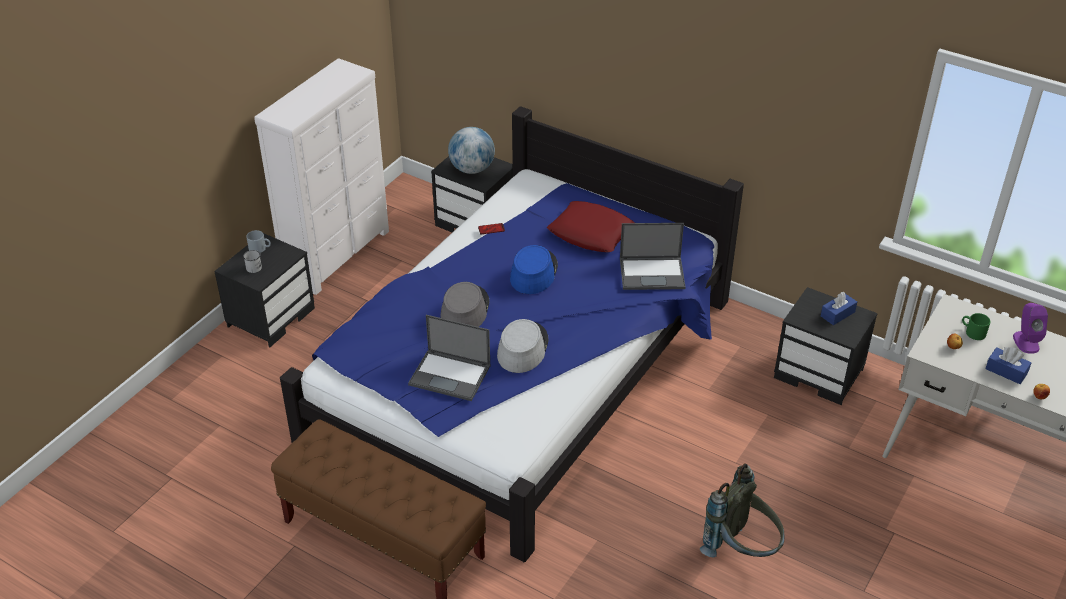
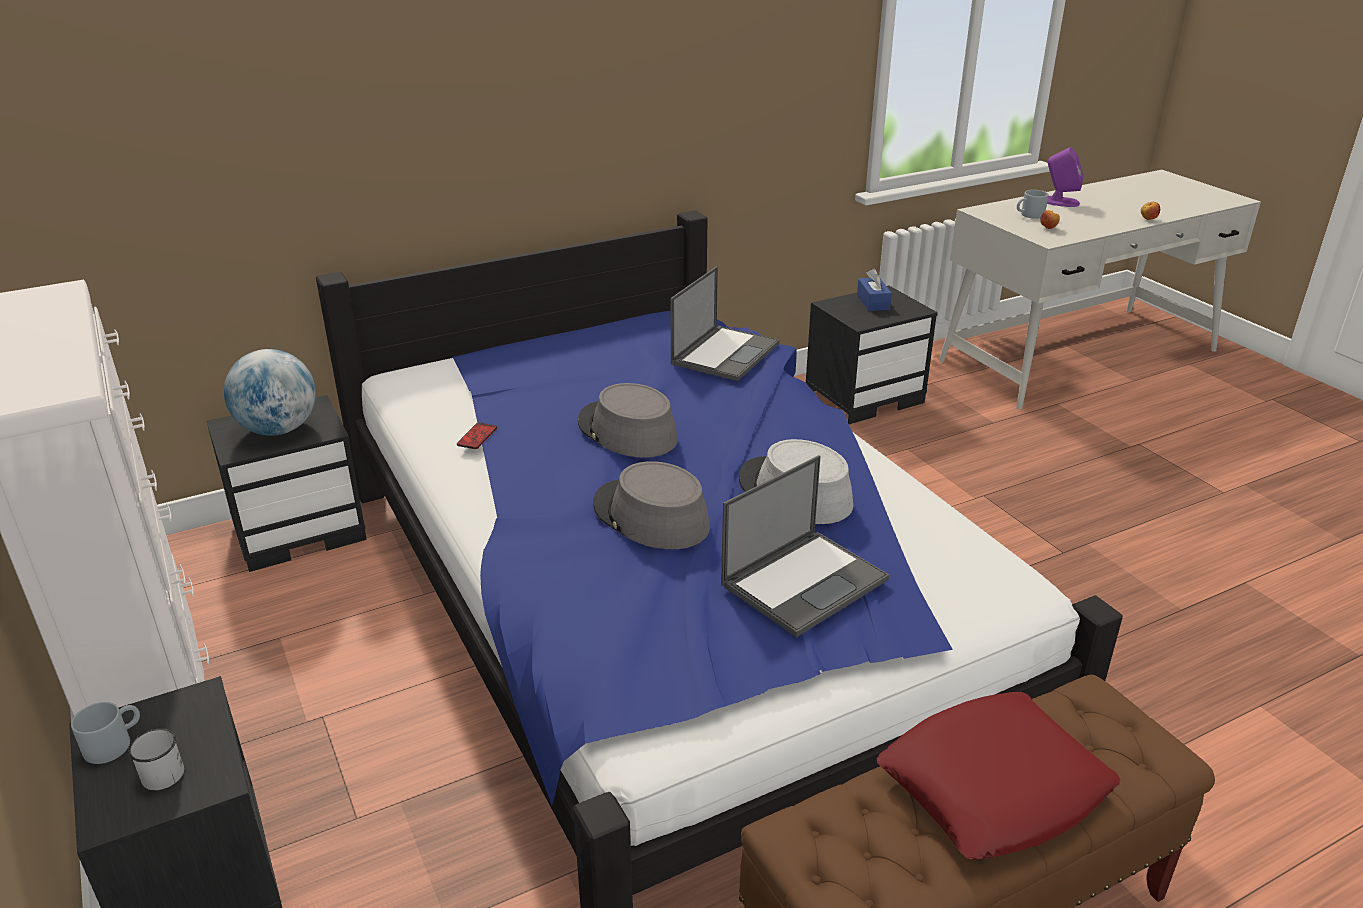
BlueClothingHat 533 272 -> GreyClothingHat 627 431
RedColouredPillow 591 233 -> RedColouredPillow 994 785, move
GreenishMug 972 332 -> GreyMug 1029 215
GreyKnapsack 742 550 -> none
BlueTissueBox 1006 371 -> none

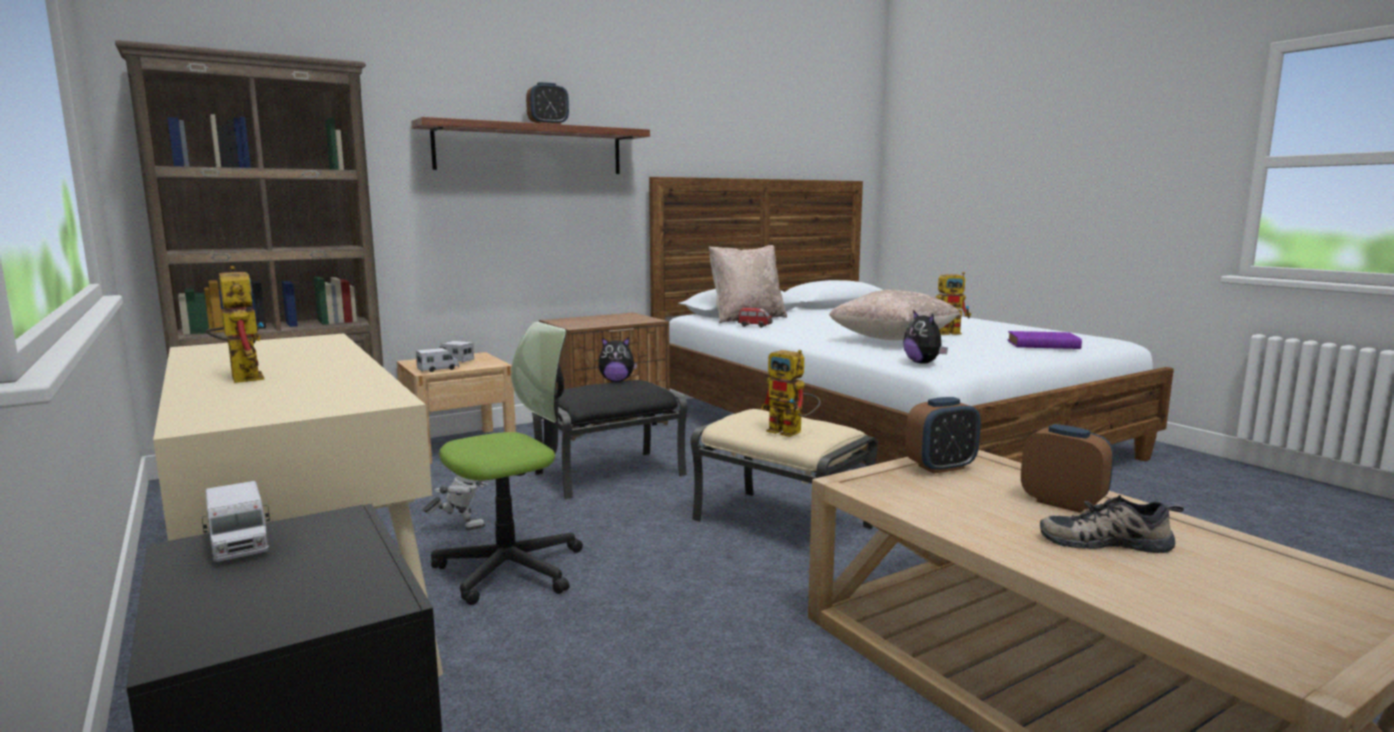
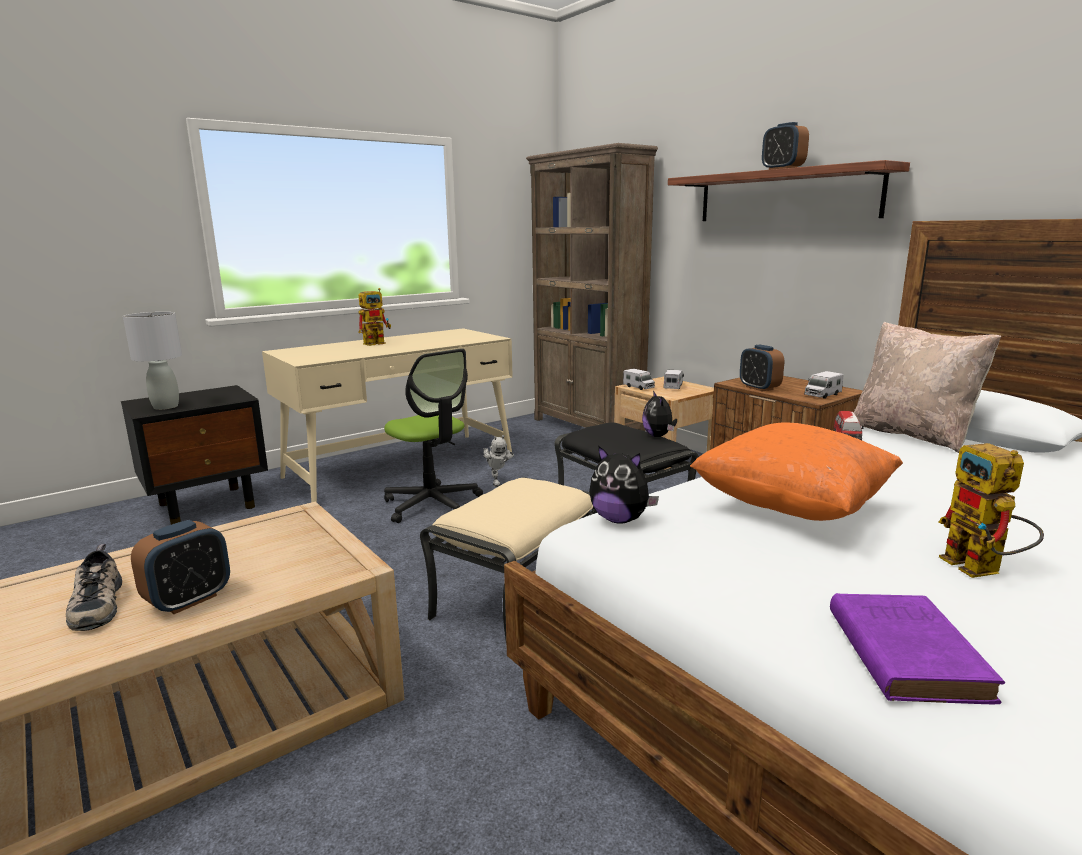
LowShoe 1105 541 -> LowShoe 95 604, 150 degrees clockwise
none -> GreyTableLamp 165 407
SoftToy 923 363 -> SoftToy 620 519, 120 degrees counterclockwise
SandColouredPillow 892 340 -> OrangePillow 792 508
BedsideClock 941 467 -> BedsideClock 759 388, move
ToyTruck 239 544 -> ToyTruck 822 395, move
ModelRobot 792 432 -> none

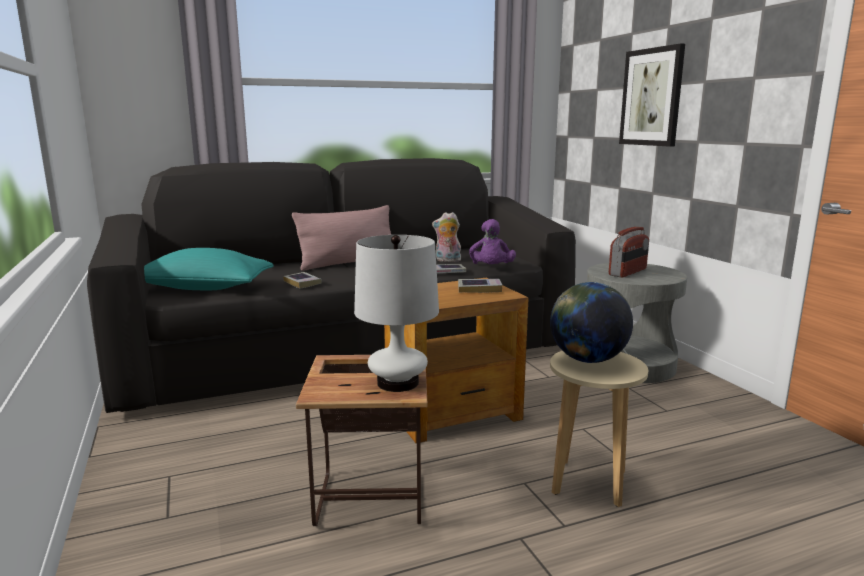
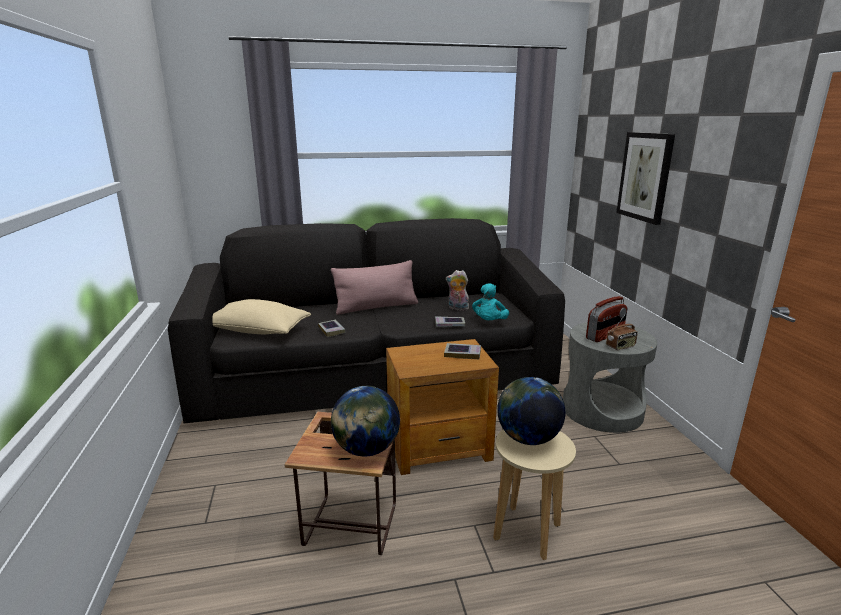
BlueGreenPillow 203 289 -> SandColouredPillow 257 331
WhiteTableLamp 398 383 -> WorldGlobe 366 450
PurpleSoftToy 491 269 -> BlueGreenSoftToy 489 322
none -> Radio 620 346

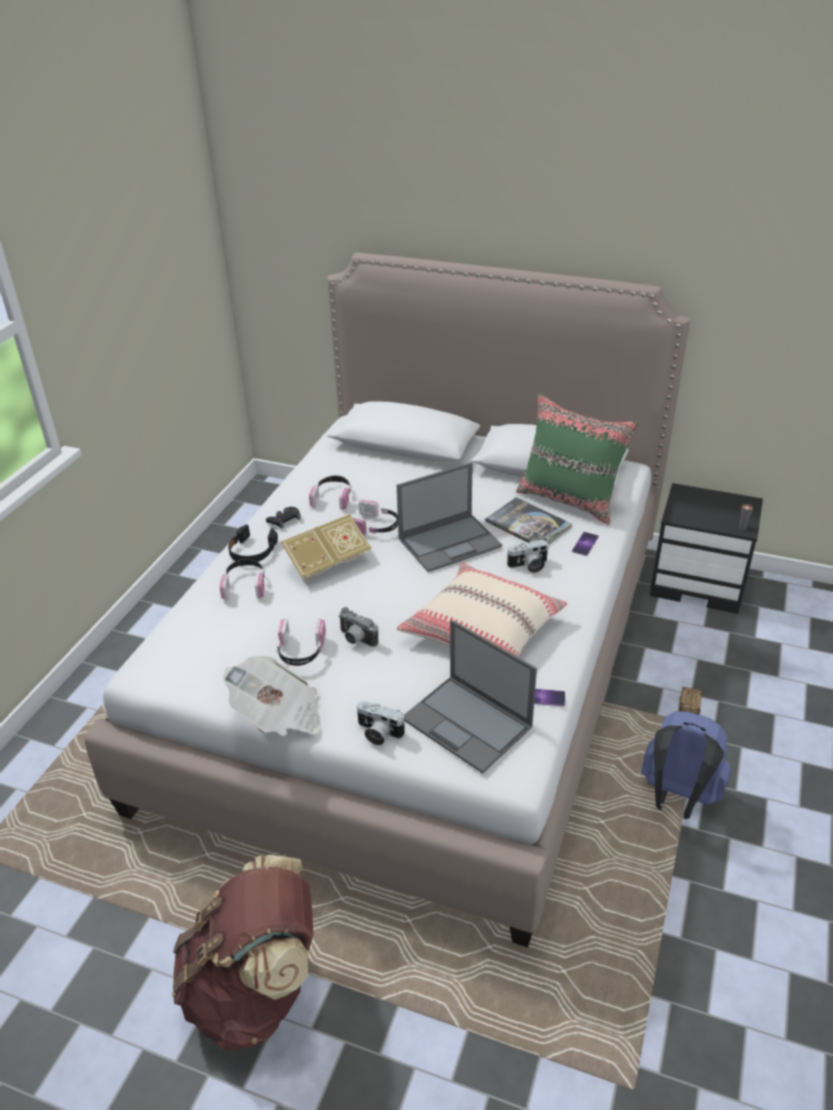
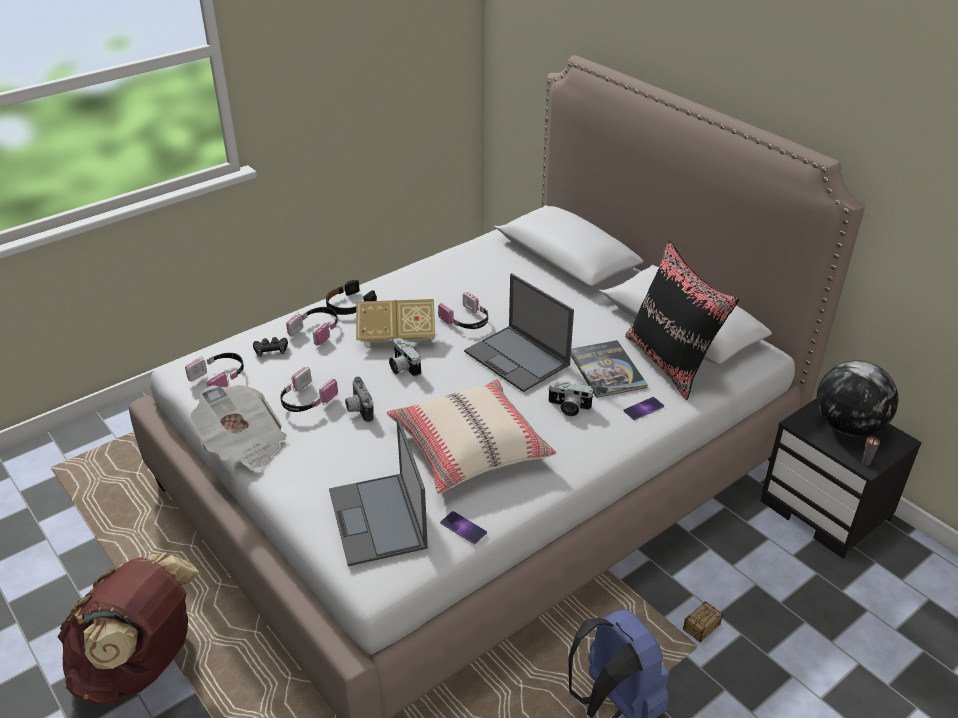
Headset 332 497 -> Headset 220 377, move
BlackGameController 284 520 -> BlackGameController 271 349, move
PhotoCamera 378 733 -> PhotoCamera 402 367, move
Laptop 450 542 -> Laptop 518 359, 45 degrees clockwise
GreenishPillow 570 500 -> BlackPillow 670 362
none -> WorldGlobe 847 427

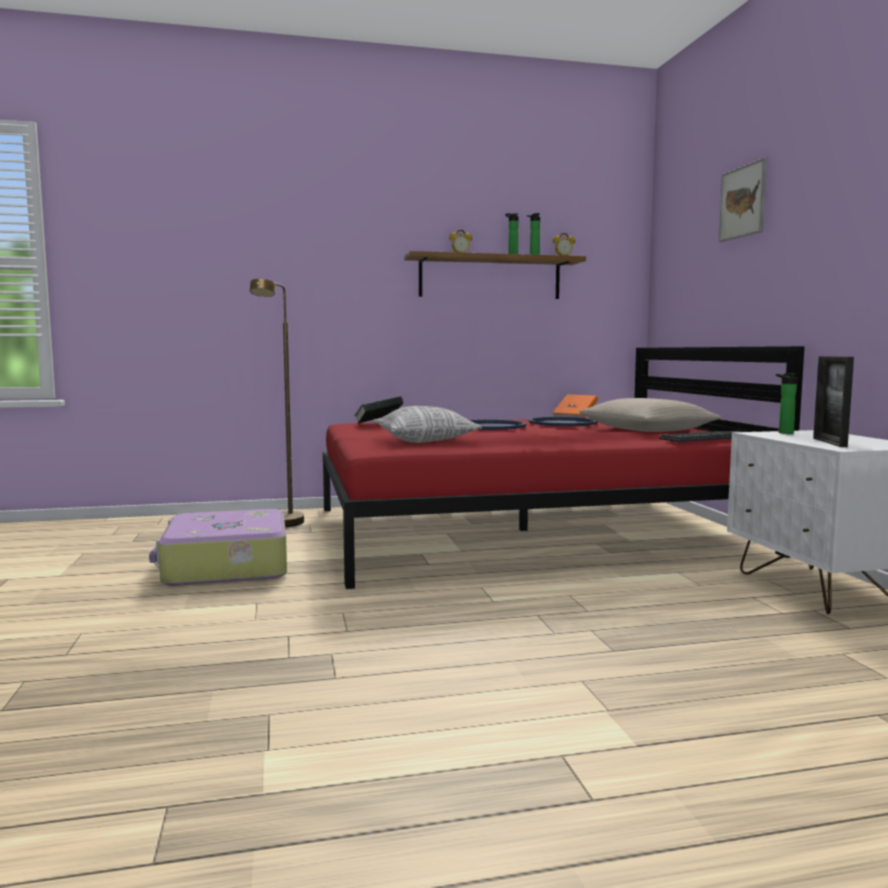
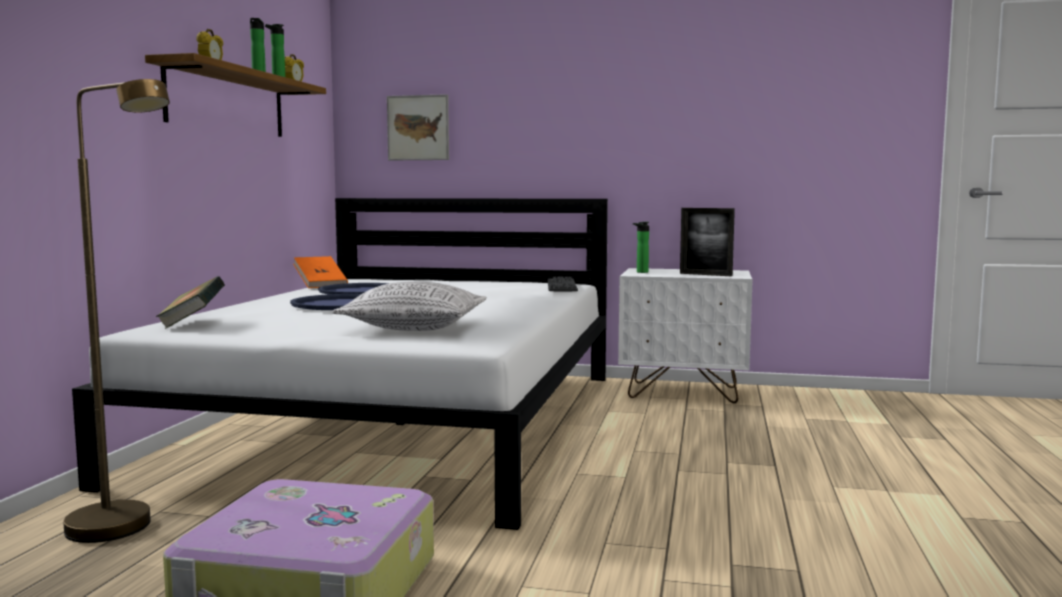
RedColouredBed 528 530 -> WhiteBed 404 422
WallArt 743 202 -> WallArt 418 128, move
SandColouredPillow 647 430 -> none

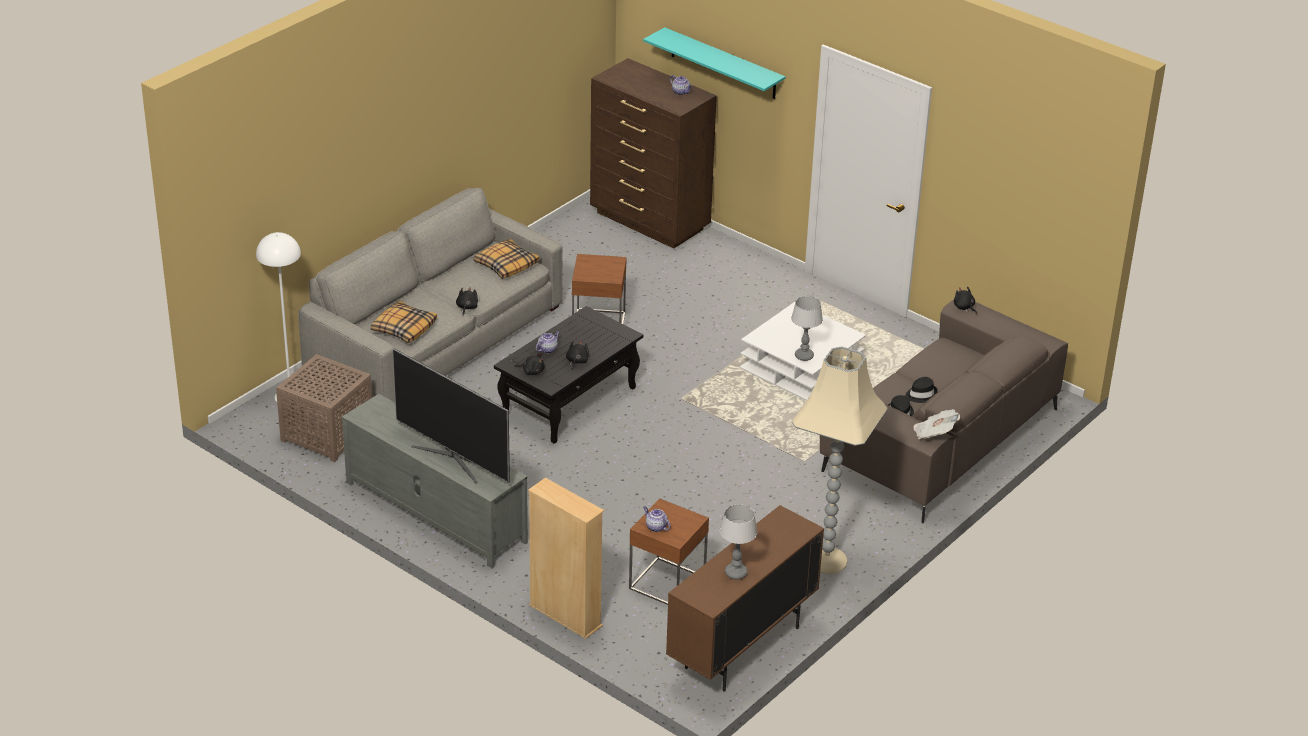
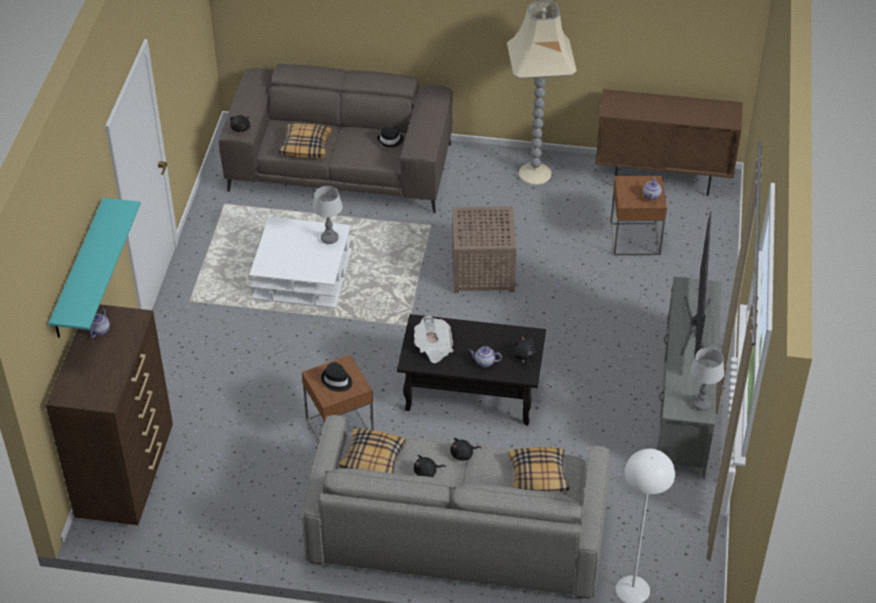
none -> Pillow 306 146
BlackClothingHat 921 394 -> BlackClothingHat 336 381, move
Newspaper 934 433 -> Newspaper 433 347, move
BlackSoftToy 576 361 -> BlackSoftToy 427 472, move
BrownSideTable 327 435 -> BrownSideTable 483 270, move
TableLamp 735 573 -> TableLamp 701 404, move
SandColouredBookcase 565 616 -> none

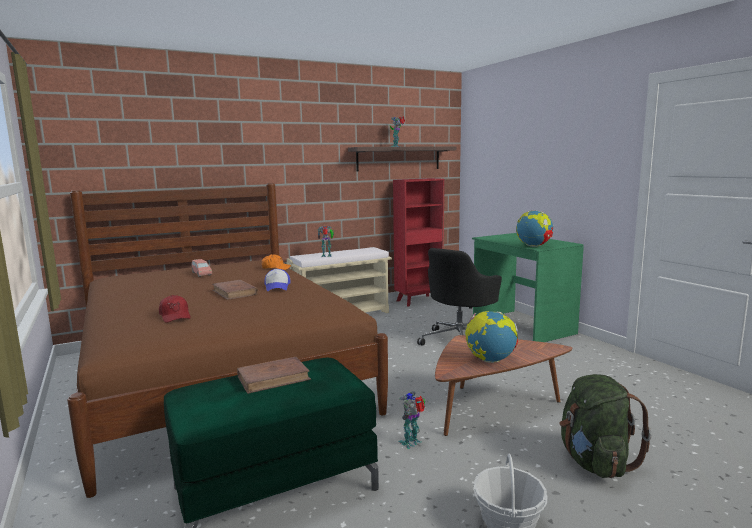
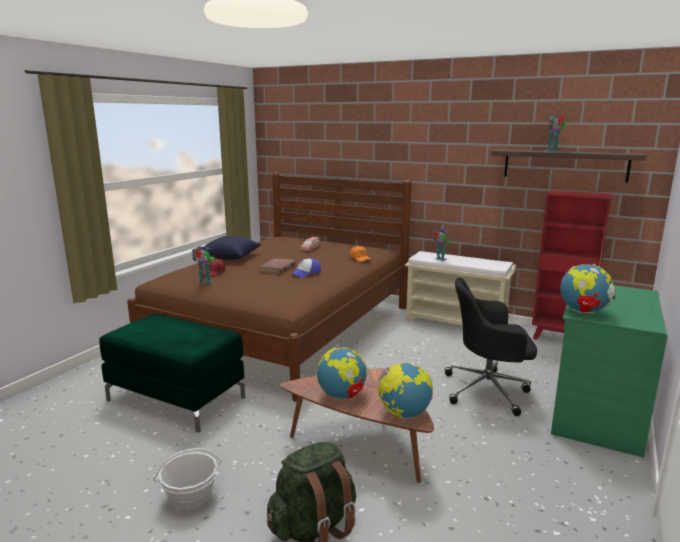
ModelRobot 412 443 -> ModelRobot 205 282, move
none -> BluePillow 230 258
none -> WorldGlobe 404 414
BrownBook 274 378 -> none

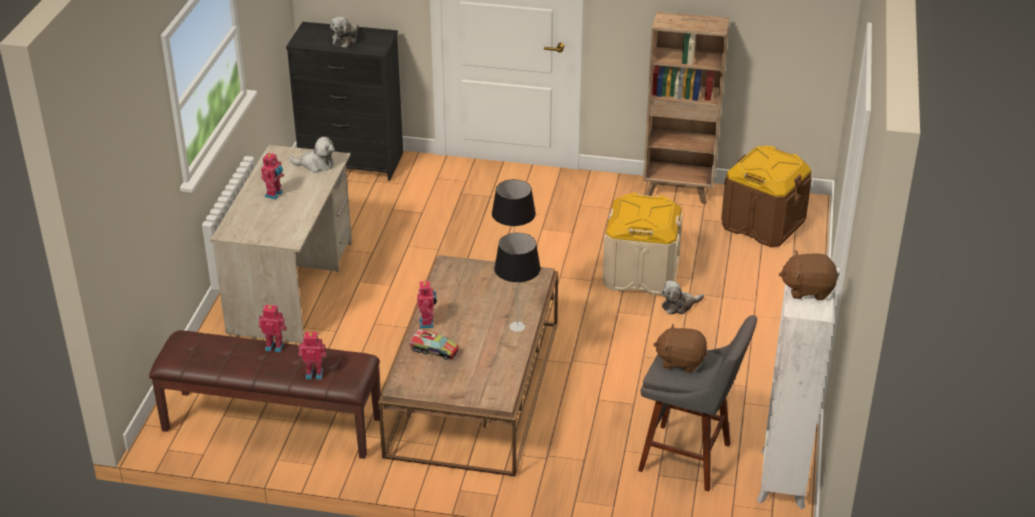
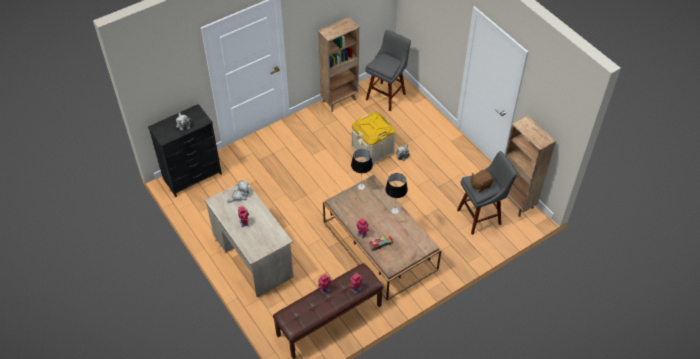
BrownStorageBox 763 224 -> GreyStoolSeat 387 95
WhiteBookcase 782 480 -> BrownBookcase 516 202
BrownSoftToy 807 289 -> none

